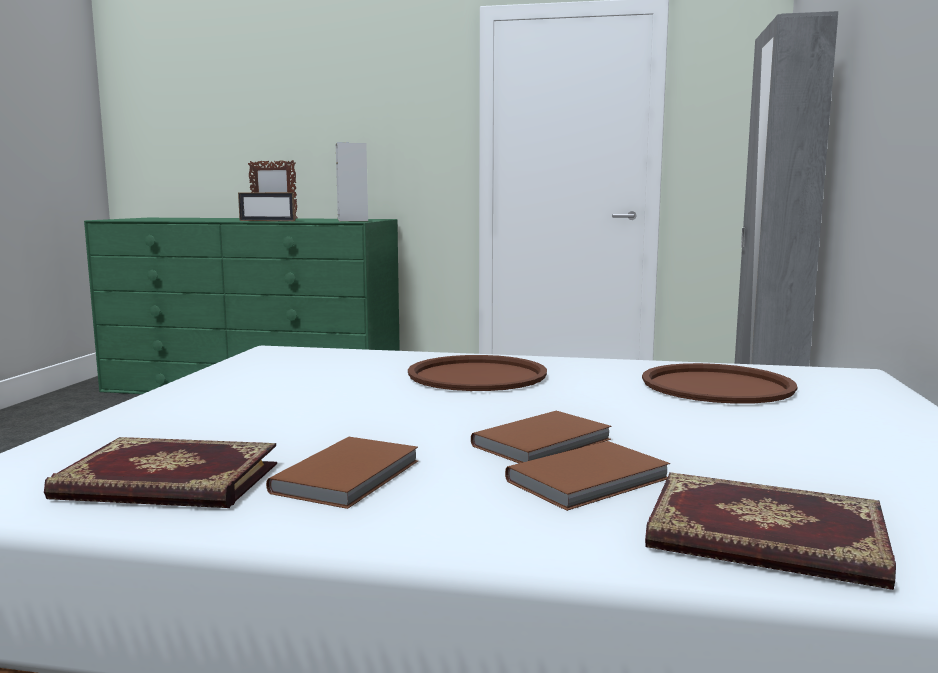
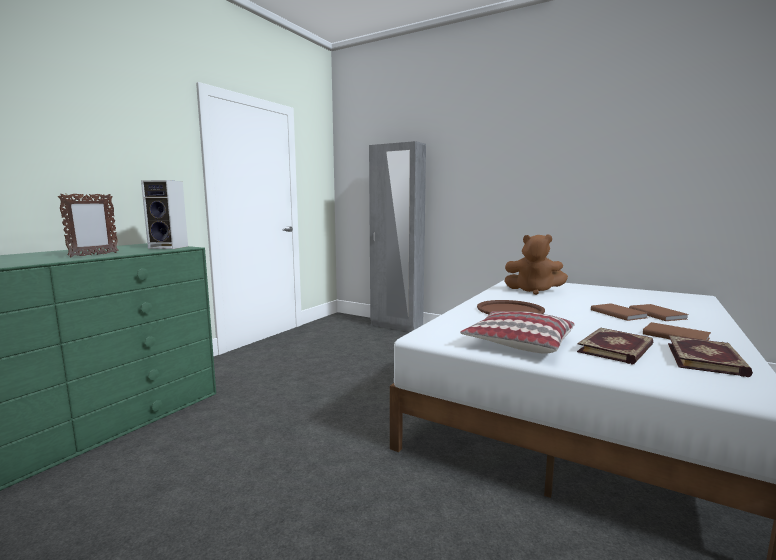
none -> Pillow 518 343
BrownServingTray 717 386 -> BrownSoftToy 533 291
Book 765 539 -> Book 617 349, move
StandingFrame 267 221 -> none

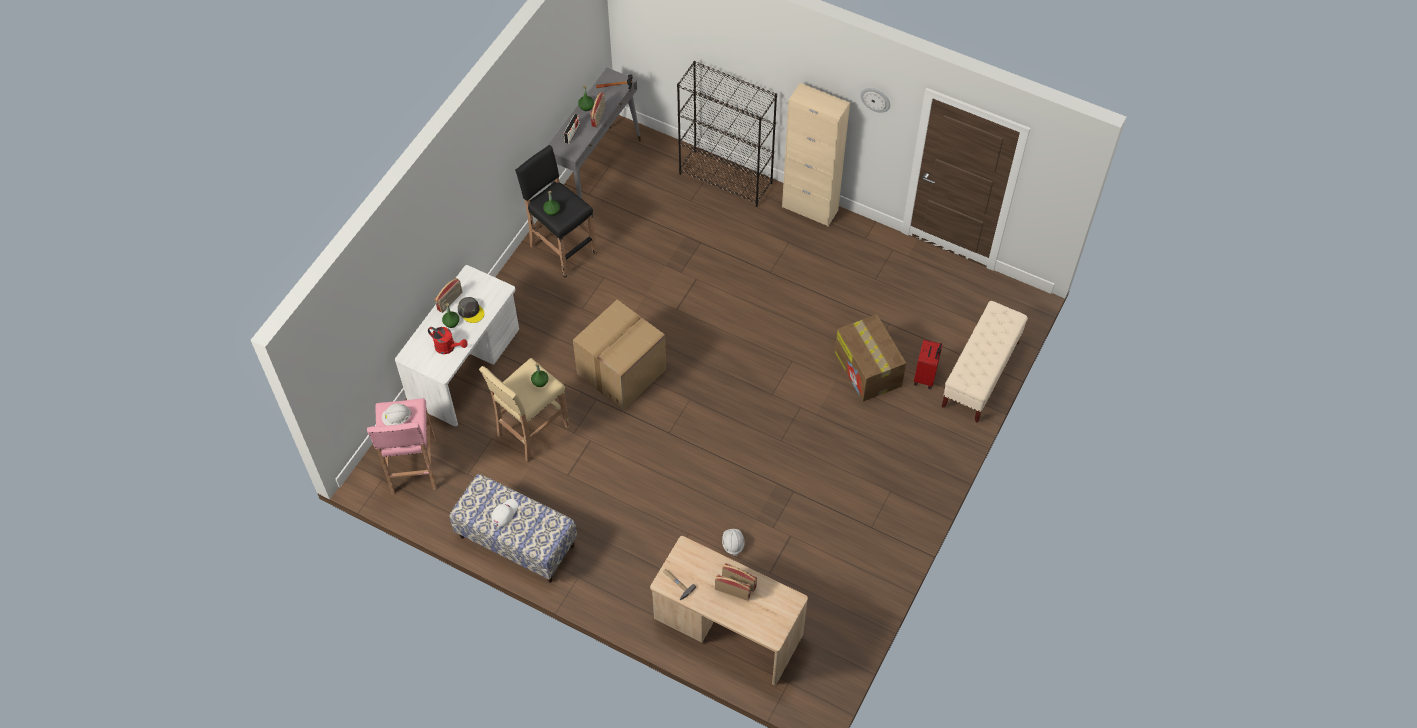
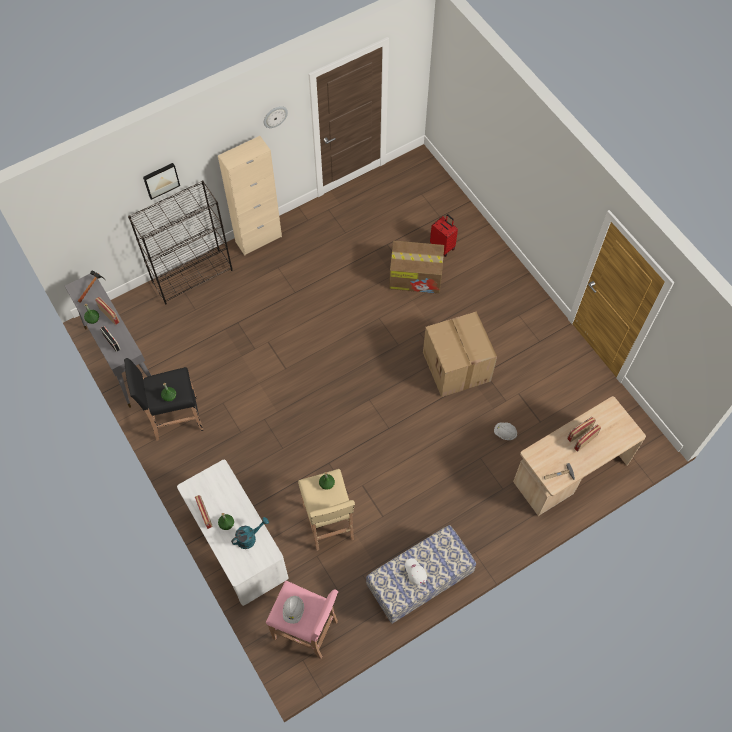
none -> WallArt 161 180
RedColouredWateringPot 448 347 -> BlueGreenWateringPot 249 537
PackingBox 621 373 -> PackingBox 457 367, move
GreyPeakedCap 471 311 -> none
SandColouredBench 980 374 -> none

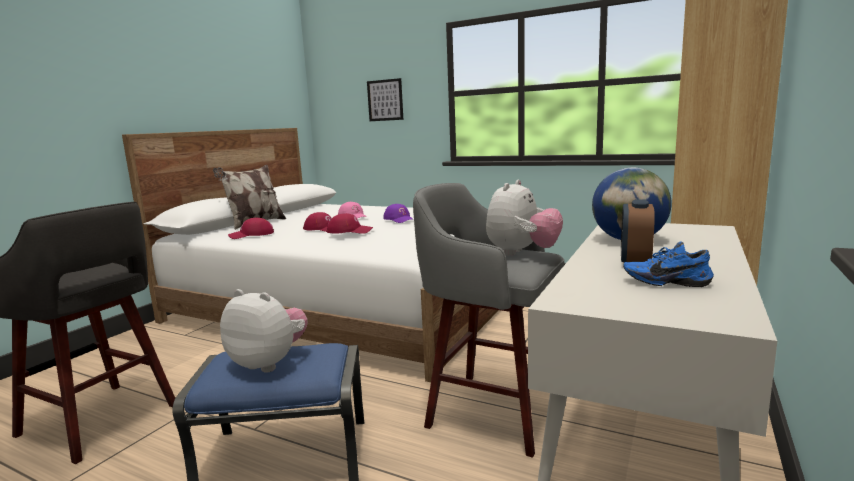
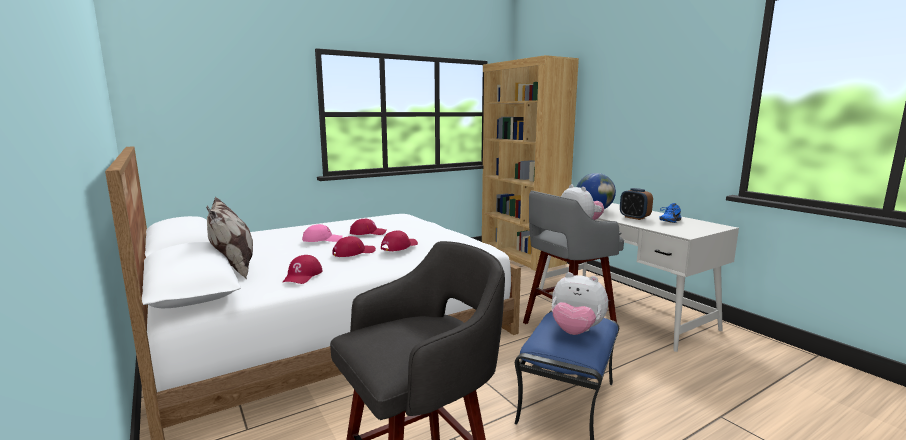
PurplePeakedCap 399 219 -> RedColouredPeakedCap 368 232
SoftToy 269 363 -> SoftToy 576 331, 120 degrees counterclockwise
WallArt 385 100 -> none

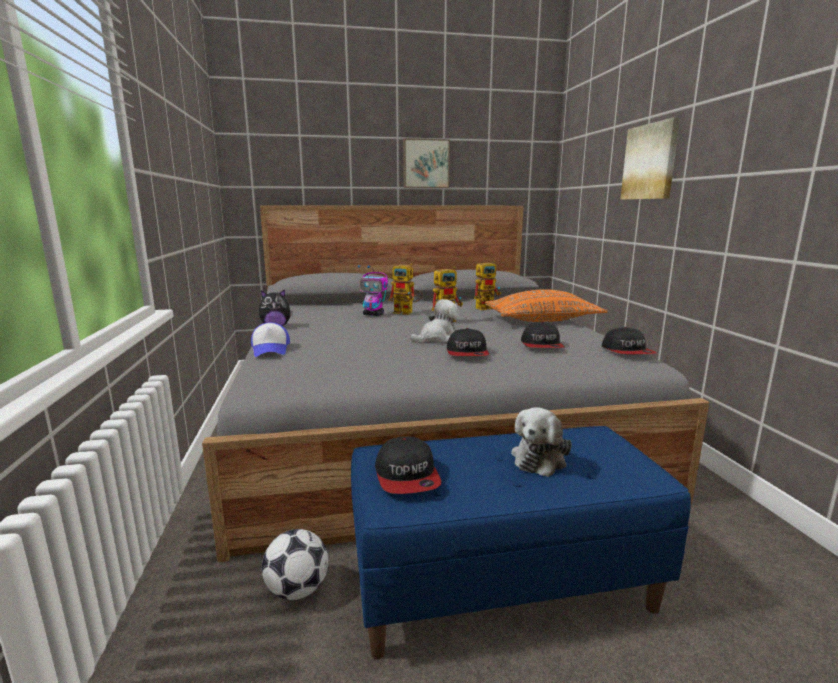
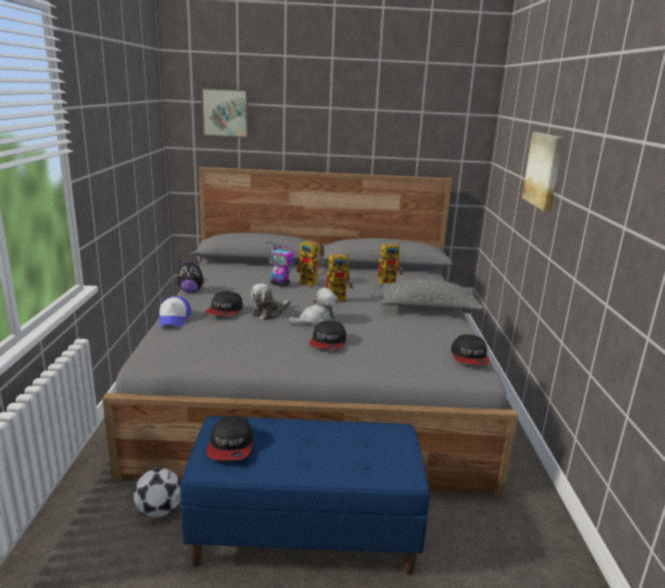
WallArt 426 164 -> WallArt 225 112, move
PeakedCap 542 345 -> PeakedCap 225 311, move
SoftToy 540 458 -> SoftToy 269 313, move
OrangePillow 542 320 -> GreyPillow 428 308

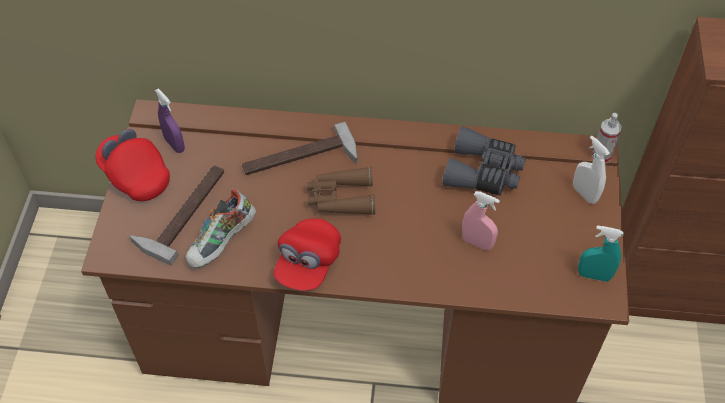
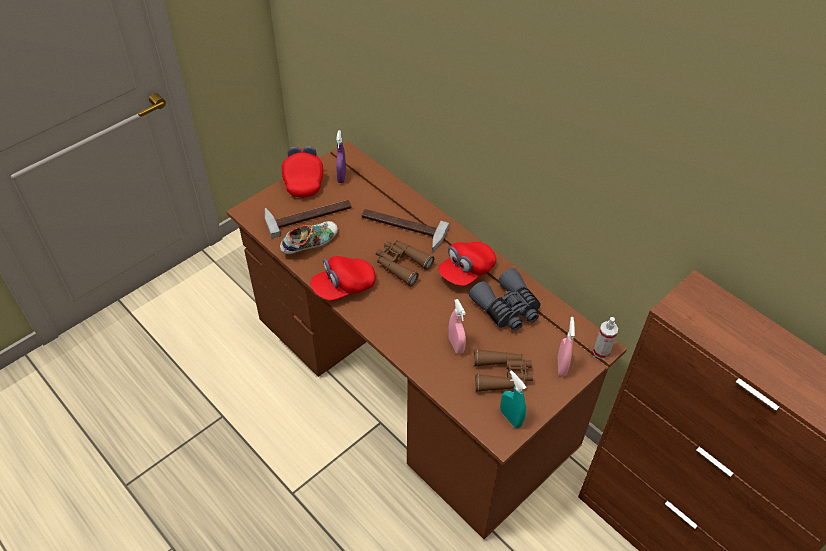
LowShoe 222 242 -> LowShoe 310 244, 150 degrees clockwise
none -> RedColouredPeakedCap 466 271
none -> BrownFieldGlasses 502 375
WhiteSprayBottle 584 194 -> PinkishSprayBottle 561 366

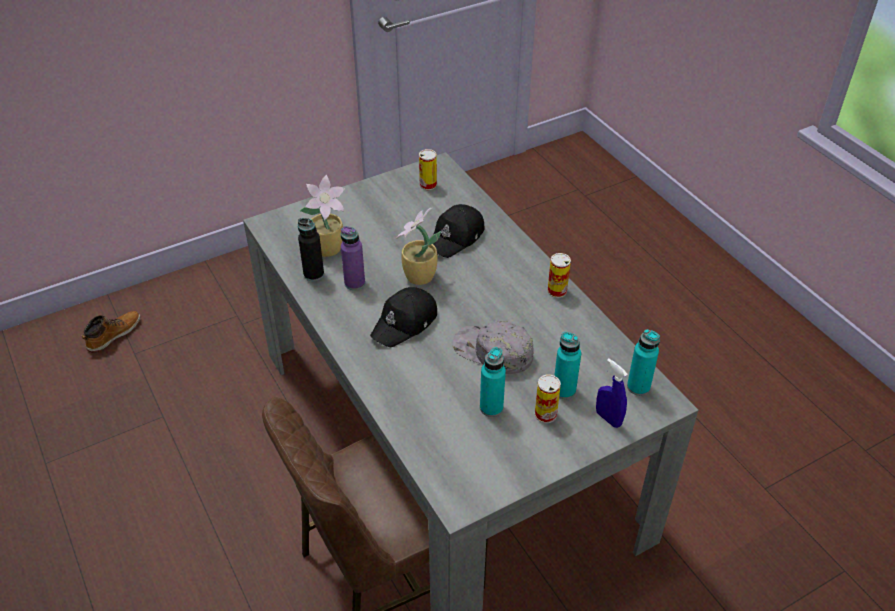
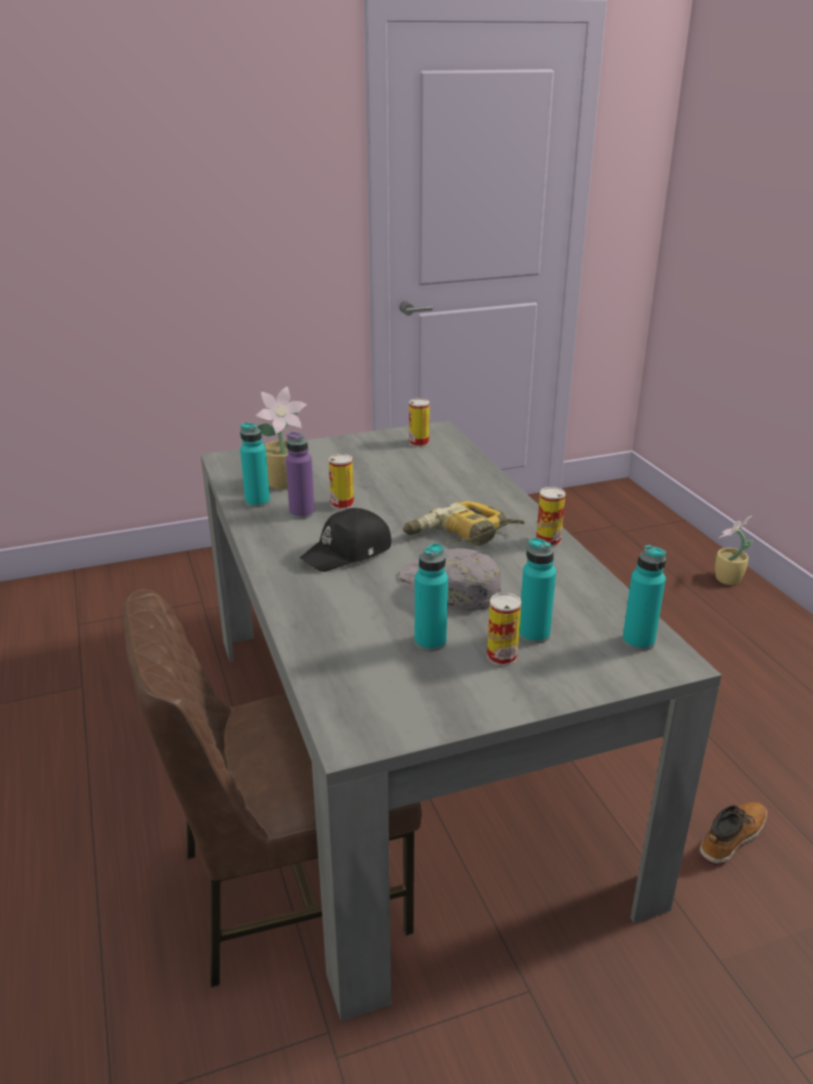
BlackBeverageBottle 313 274 -> BlueGreenBeverageBottle 257 502
none -> MetalCan 342 504
none -> ElectricDrill 461 536
HighTopBoot 114 335 -> HighTopBoot 731 838, move
Houseplant 418 277 -> Houseplant 726 580, move
BlackPeakedCap 456 237 -> none
BlueSprayBottle 608 418 -> none

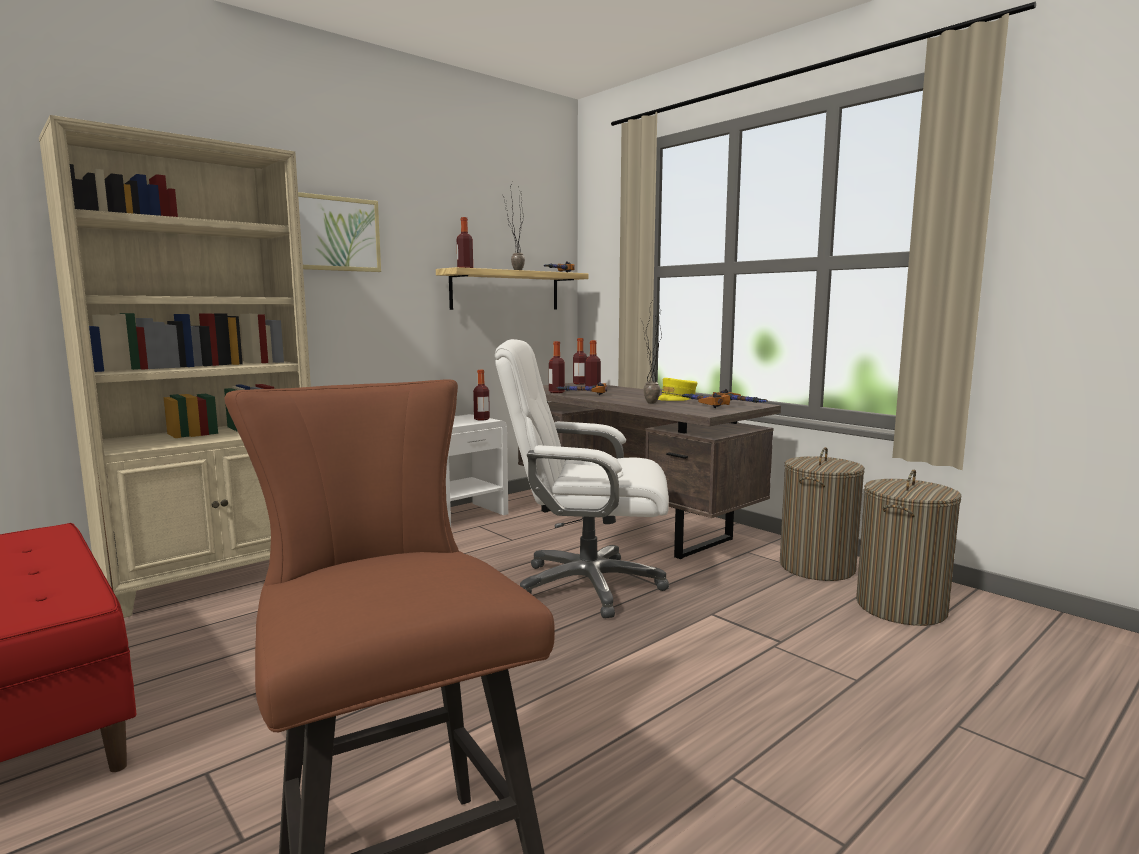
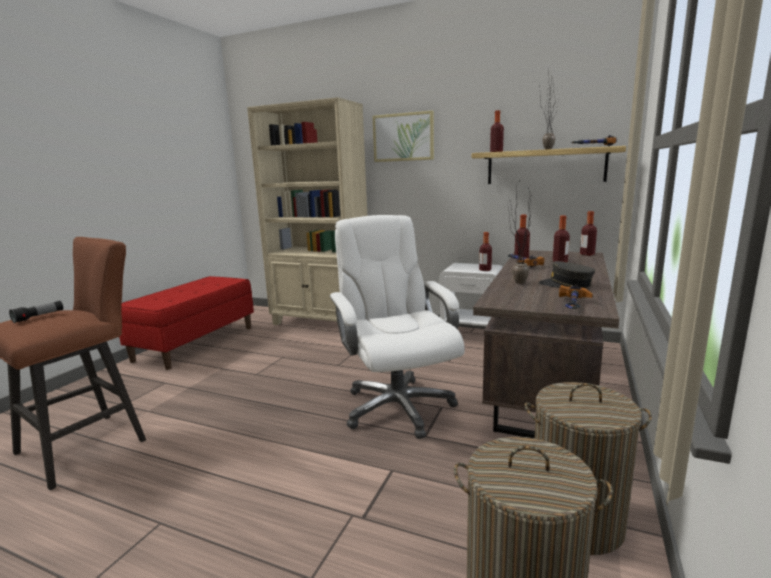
none -> Flashlight 39 317
YellowPeakedCap 676 398 -> GreyPeakedCap 566 284
HandHammer 700 405 -> none

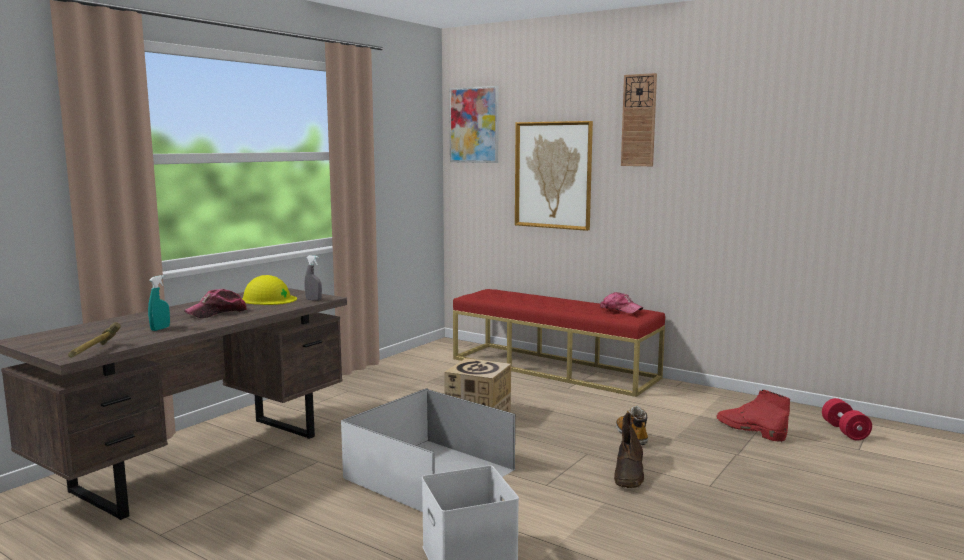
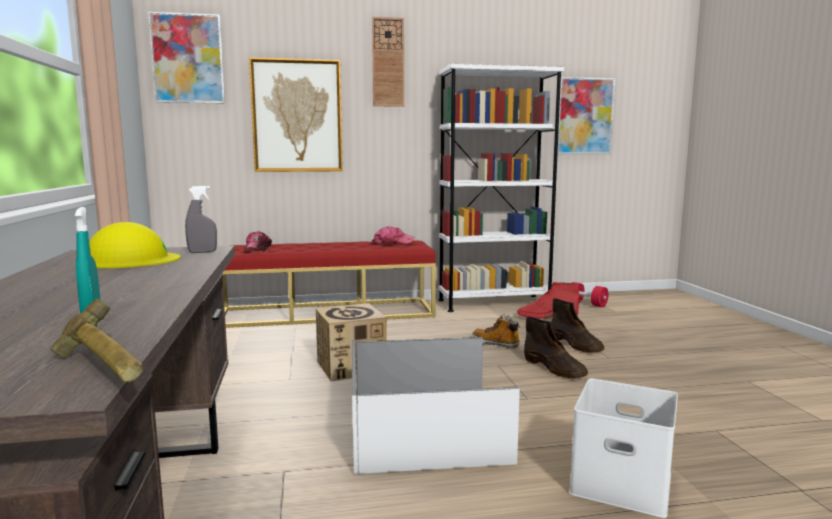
PeakedCap 217 313 -> PeakedCap 258 249, move
none -> WhiteBookcase 494 303
none -> BrownHighTopBoot 576 345
none -> WallArt 584 116

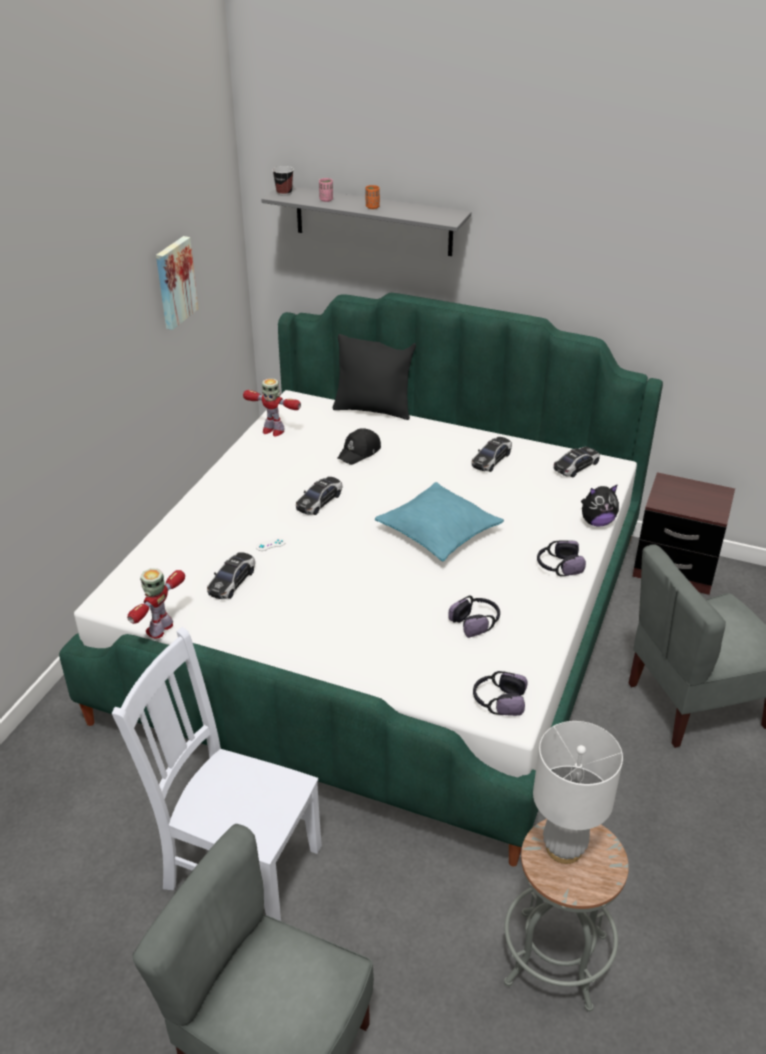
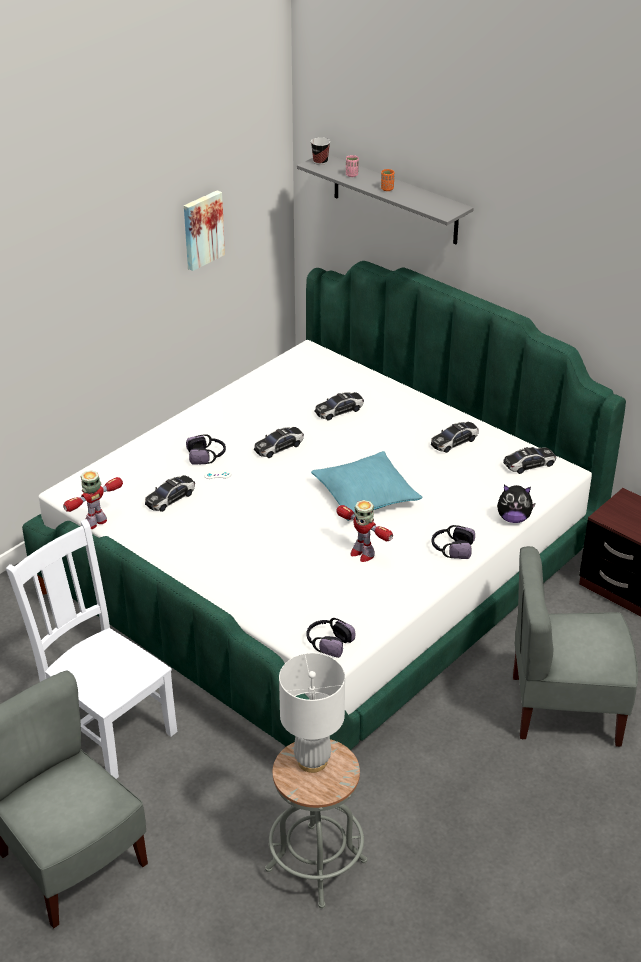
Headset 476 622 -> Headset 207 456, move
BlackPeakedCap 359 452 -> MiniatureCar 339 410
ModelRobot 273 430 -> ModelRobot 362 553, move
BlackPillow 373 409 -> none

